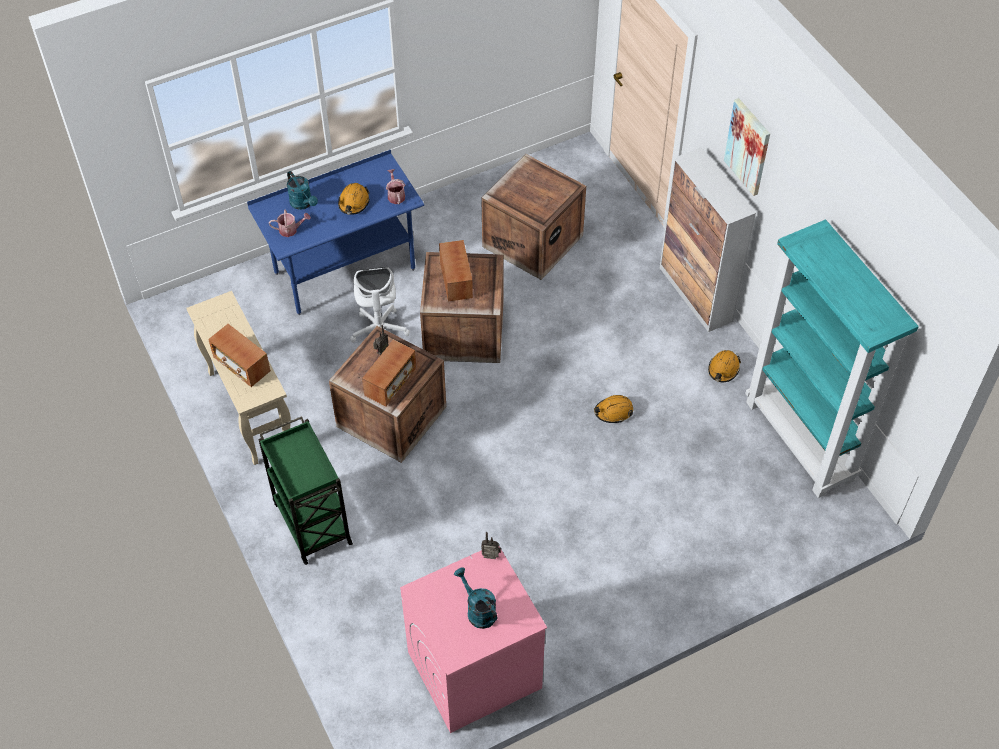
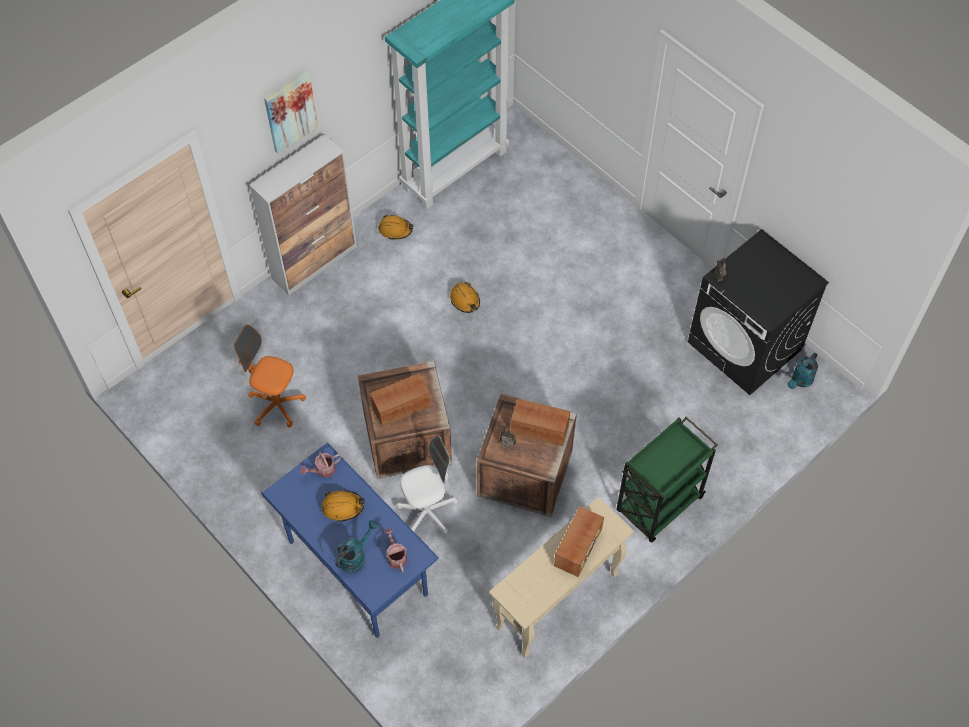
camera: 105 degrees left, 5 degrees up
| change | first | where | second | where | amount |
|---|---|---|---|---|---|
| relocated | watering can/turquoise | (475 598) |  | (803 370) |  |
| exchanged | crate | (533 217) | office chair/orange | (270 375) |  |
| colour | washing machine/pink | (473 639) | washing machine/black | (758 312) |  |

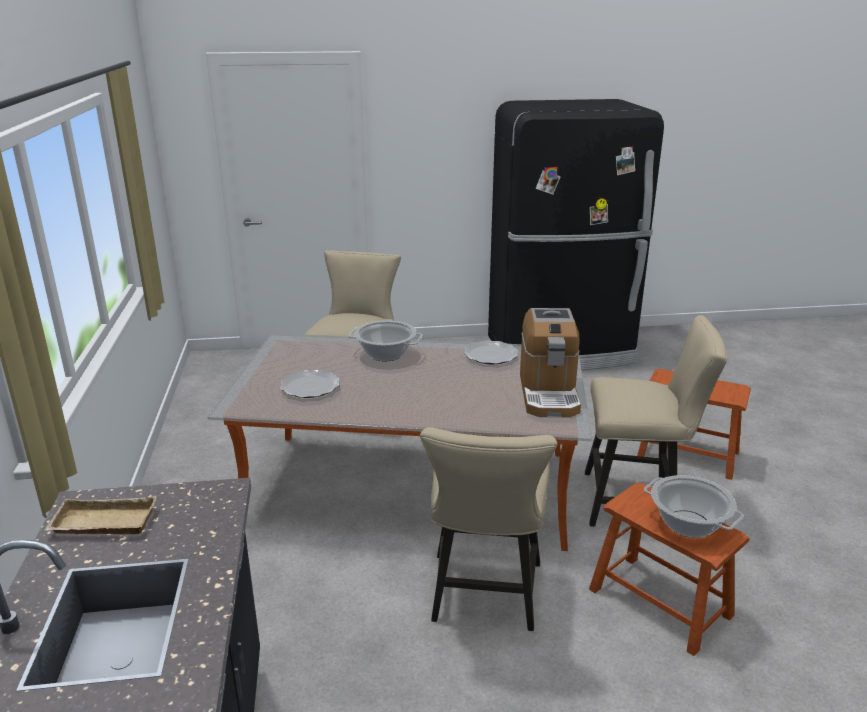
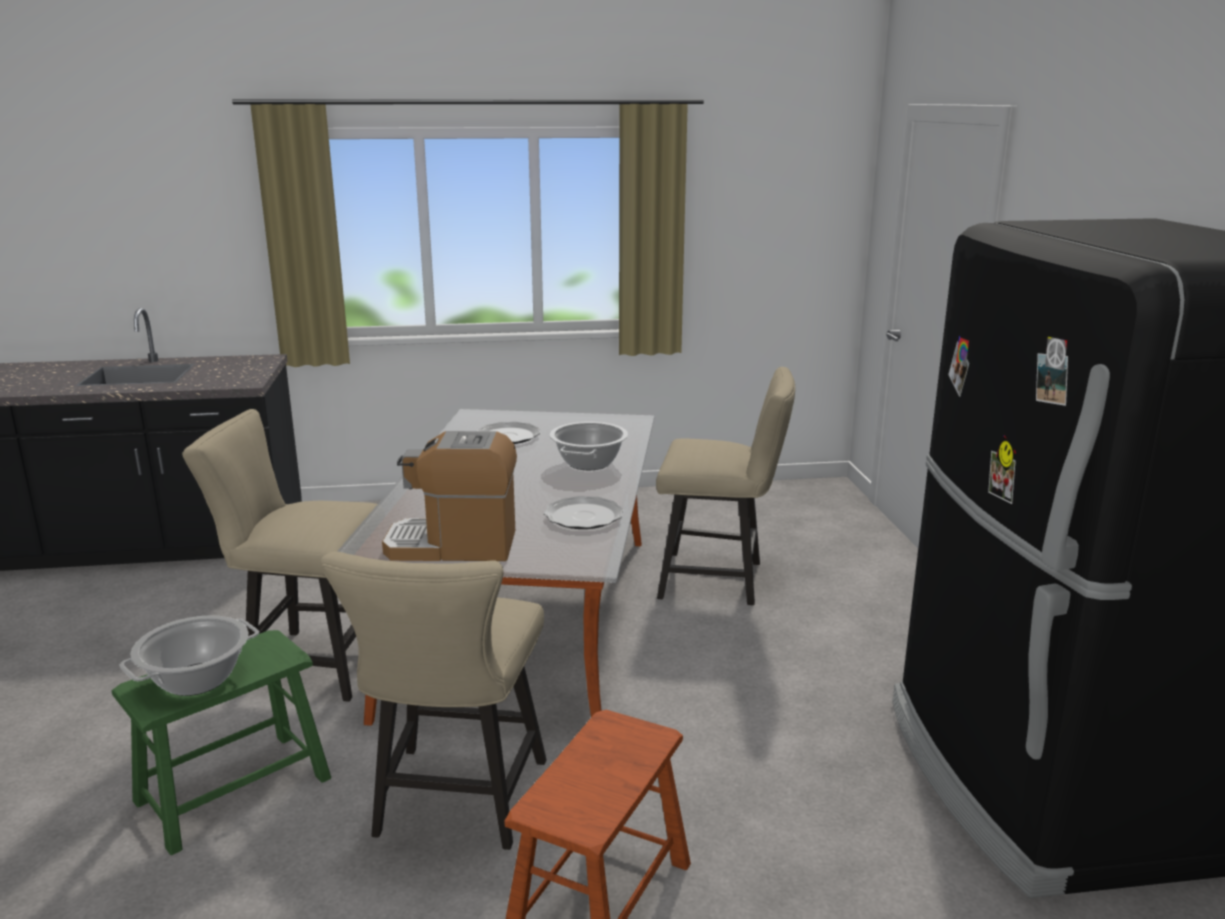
camera: 90 degrees right, 5 degrees down
| change | first | where | second | where | amount |
|---|---|---|---|---|---|
| missing | tray/beige | (101 515) |  |  |  |
| colour | stool/brown | (669 569) | stool/green | (221 742) |  |

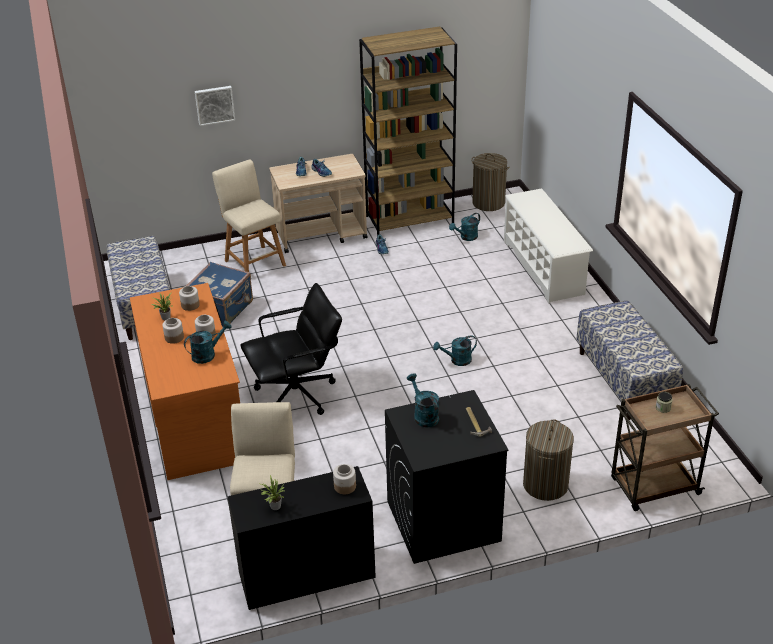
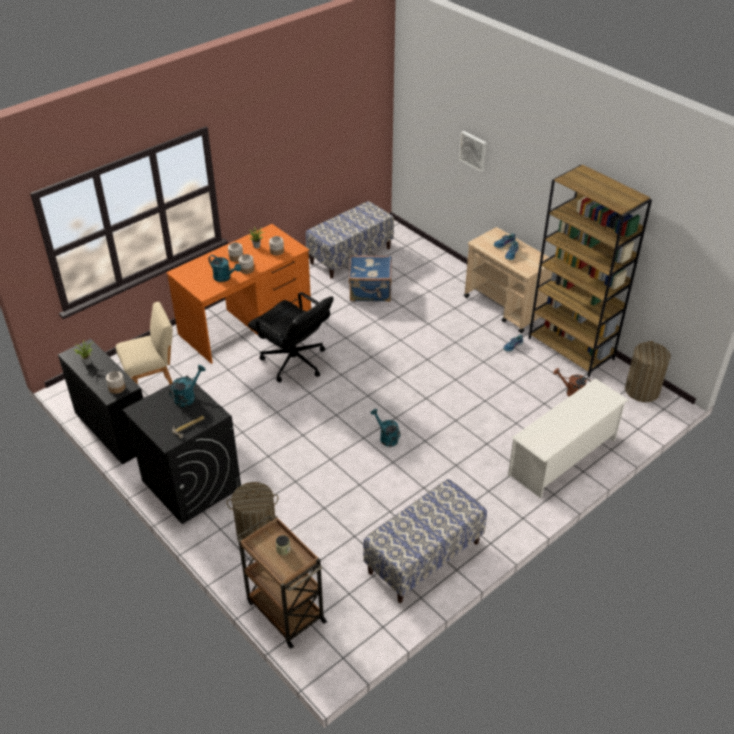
camera: 65 degrees right, 5 degrees up
| change | first | where | second | where | amount |
|---|---|---|---|---|---|
| missing | stool/beige | (249 216) |  |  |  |
| colour | watering can/turquoise | (464 227) | watering can/brown | (572 382) |  |

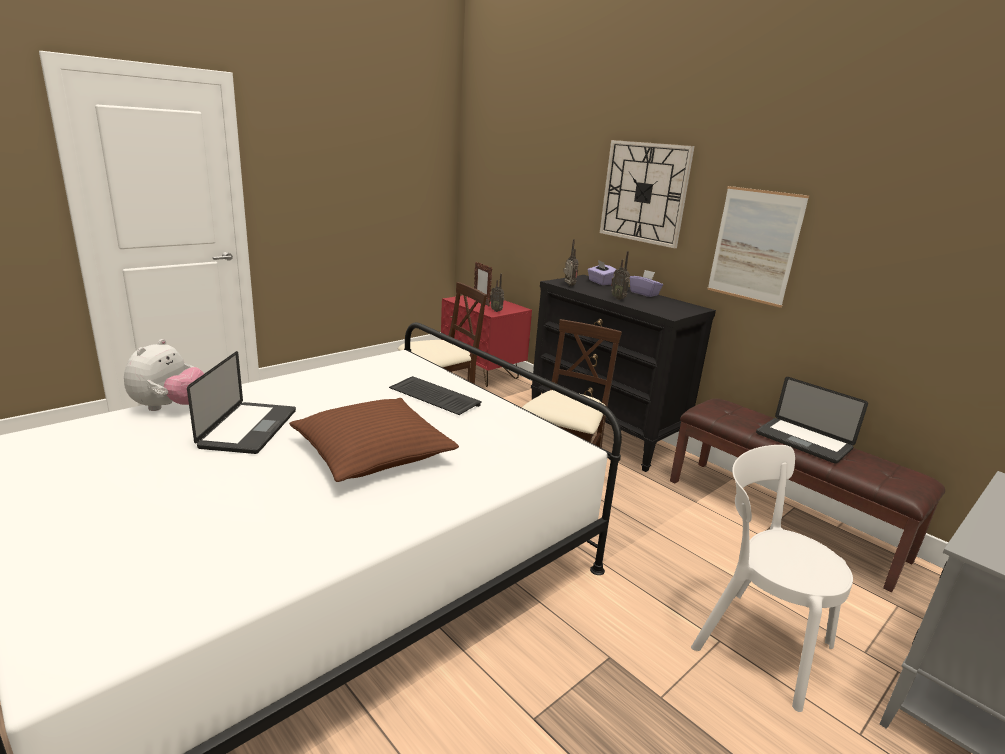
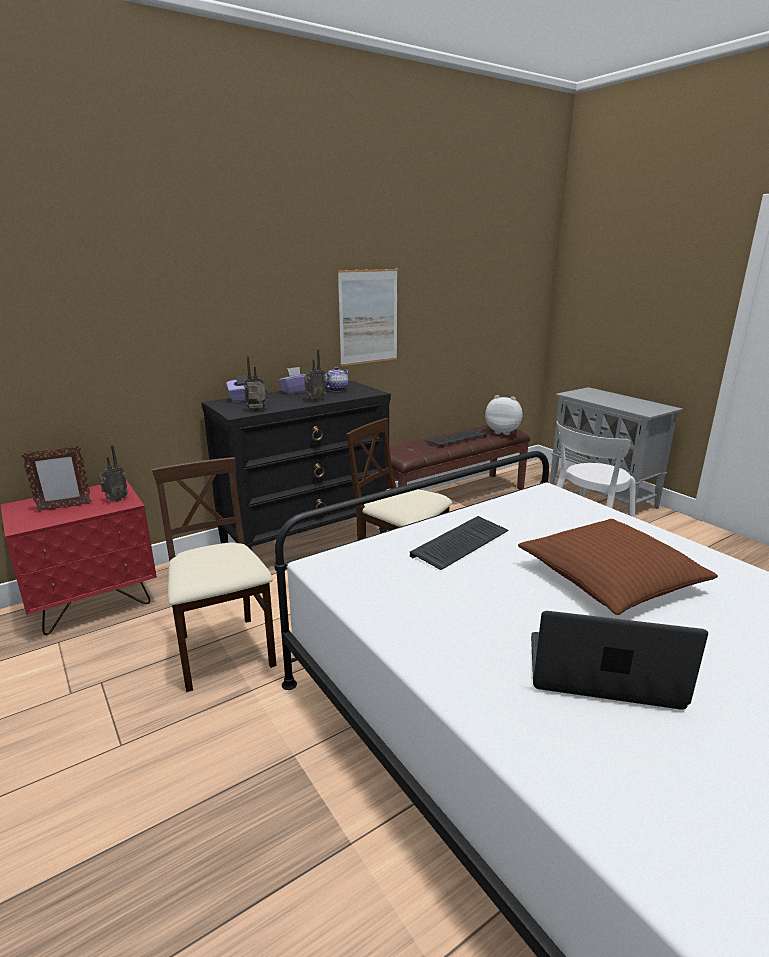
camera: 80 degrees left, 0 degrees up
| change | first | where | second | where | amount |
|---|---|---|---|---|---|
| missing | wall clock | (647 194) |  |  |  |
| appeared |  |  | teapot | (337 379) |  |
| relocated | plush toy | (164 375) |  | (503 415) |  |
| exchanged | laptop | (812 420) | keyboard | (456 439) |  |

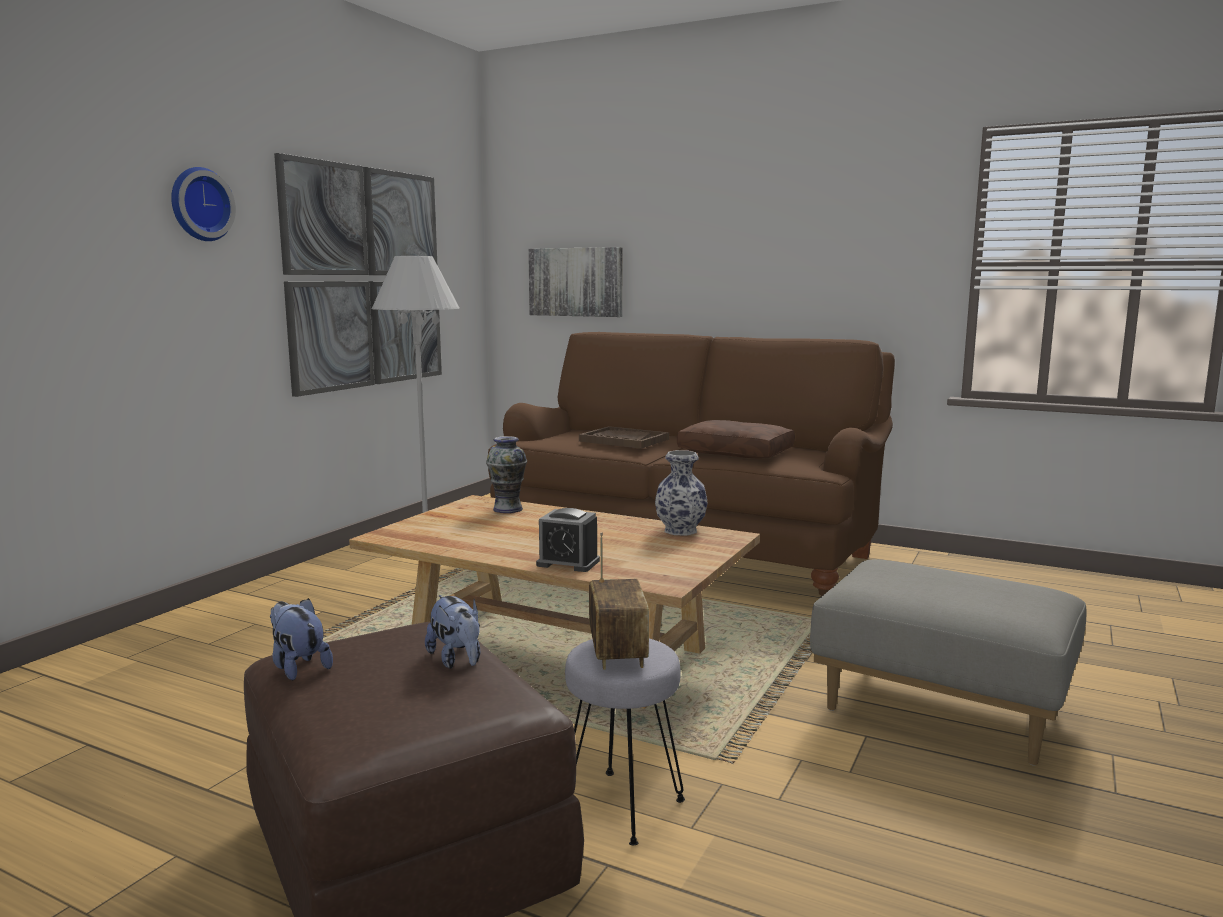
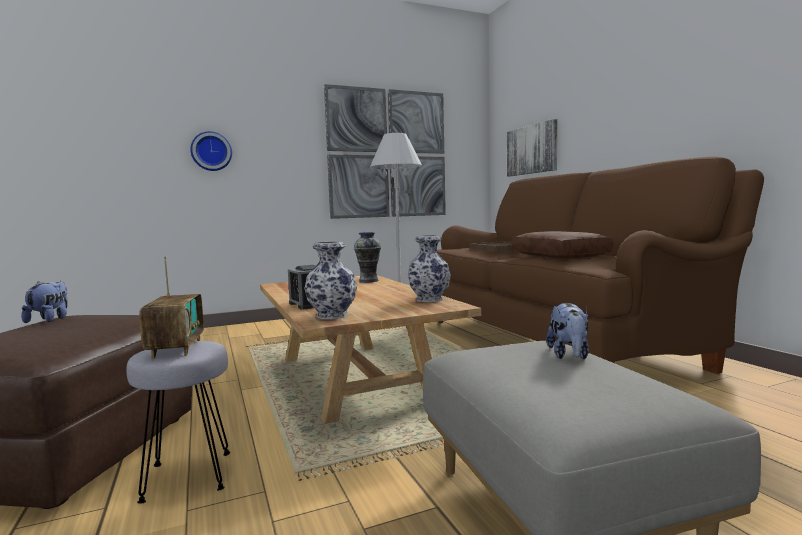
camera: 40 degrees right, 5 degrees down
| change | first | where | second | where | amount |
|---|---|---|---|---|---|
| appeared |  |  | vase | (330 280) |  |
| relocated | wall clock | (203 204) |  | (211 151) |  |
| relocated | plush toy | (452 632) |  | (567 331) |  |
| spun | radio | (619 601) |  | (171 308) | 45 degrees counterclockwise |

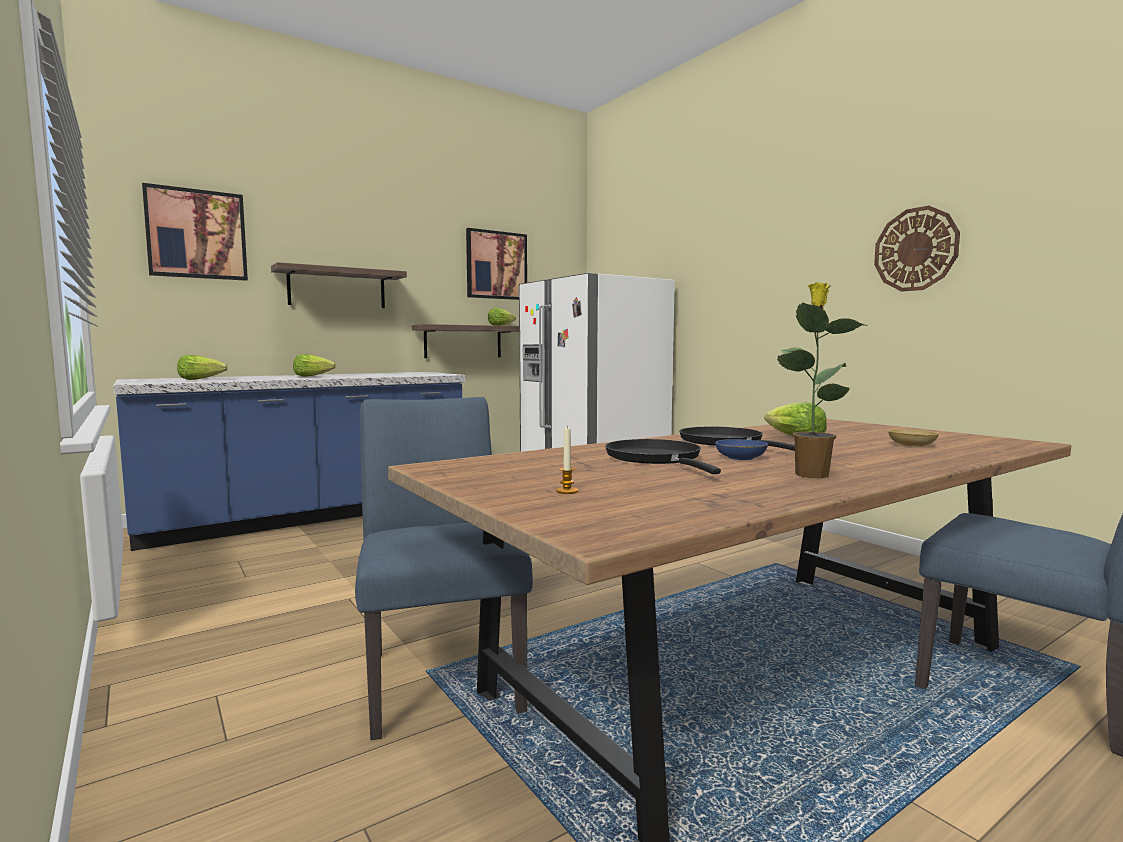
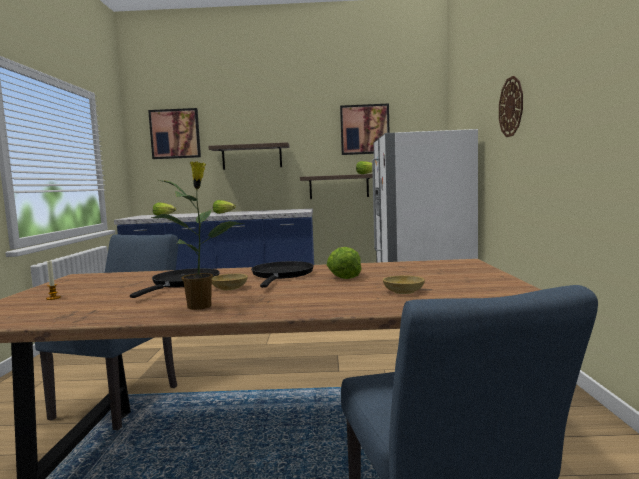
camera: 35 degrees right, 0 degrees up
| change | first | where | second | where | amount |
|---|---|---|---|---|---|
| relocated | wall clock | (917 249) |  | (511 106) |  |
| colour | bowl/blue | (741 449) | bowl/beige | (230 282) |  |

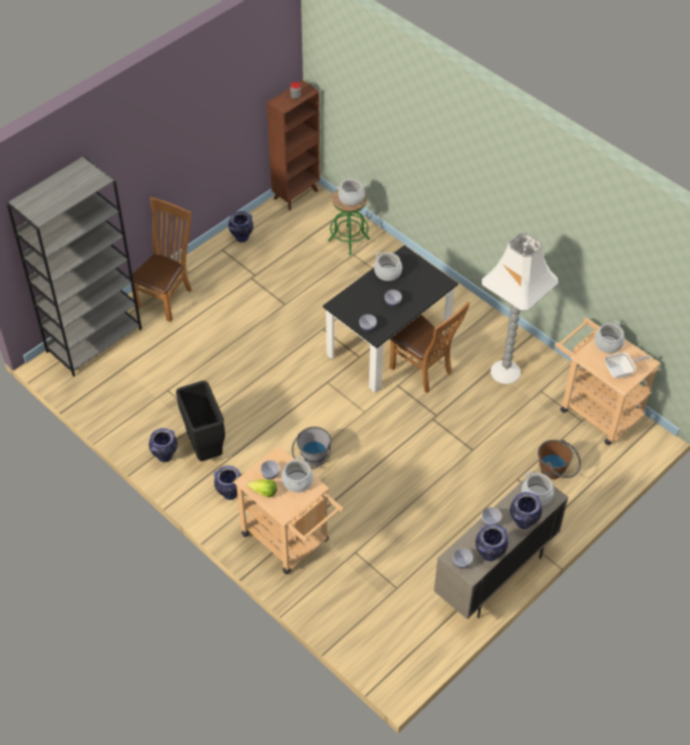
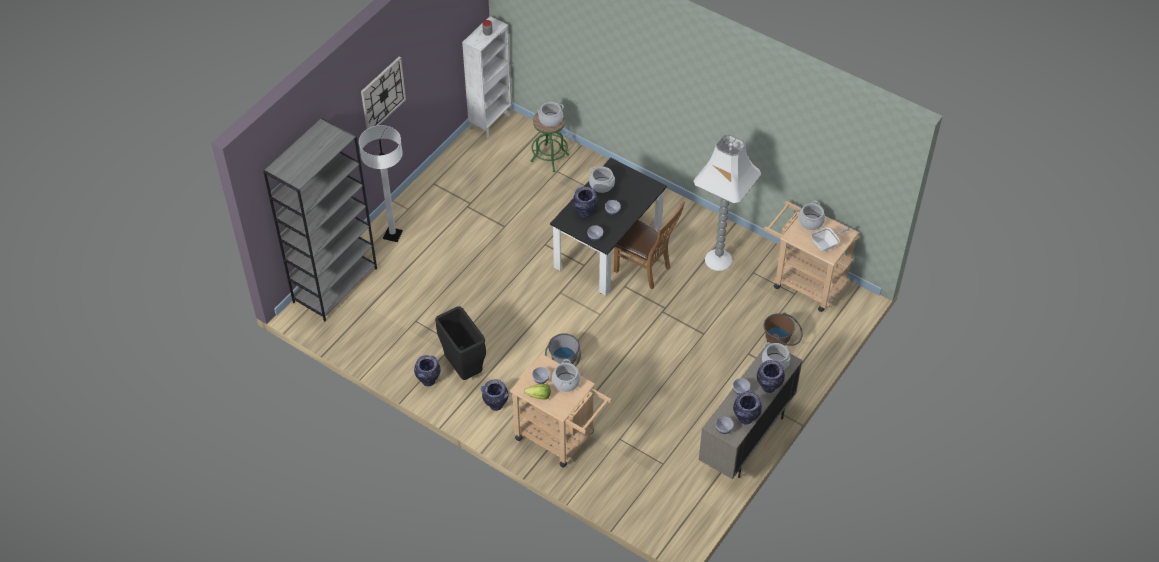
camera: 10 degrees left, 0 degrees up
| change | first | where | second | where | amount |
|---|---|---|---|---|---|
| appeared |  |  | wall clock | (383 93) |  |
| relocated | vase | (241 226) |  | (585 202) |  |
| exchanged | chair/brown | (160 259) | floor lamp/white | (381 183) |  |
| colour | bookcase/brown | (294 145) | bookcase/white | (487 77) |  |

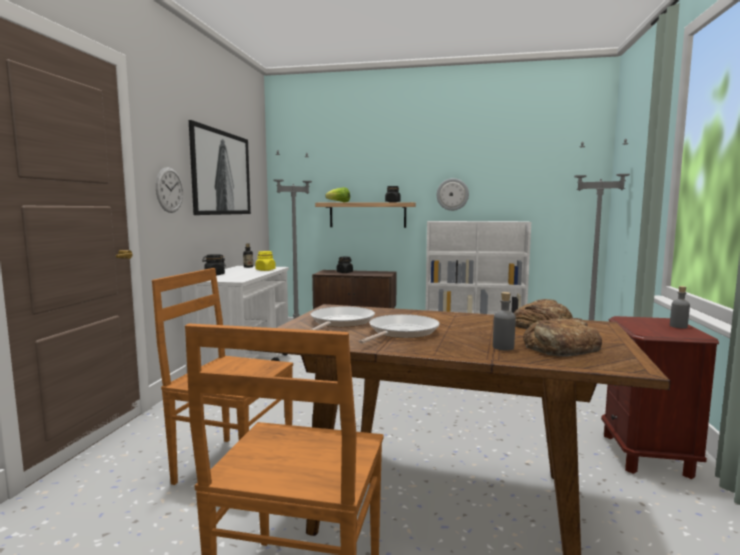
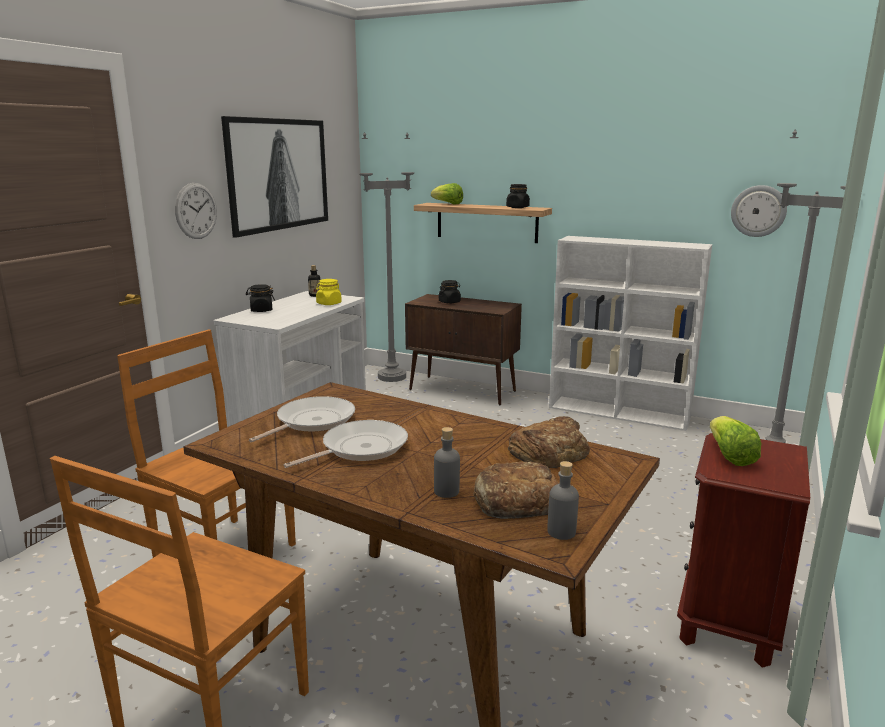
camera: 15 degrees right, 10 degrees up
| change | first | where | second | where | amount |
|---|---|---|---|---|---|
| appeared |  |  | lettuce | (736 441) |  |
| relocated | wall clock | (453 194) |  | (759 211) |  |
| relocated | bottle/grey | (680 307) |  | (563 500) |  |

